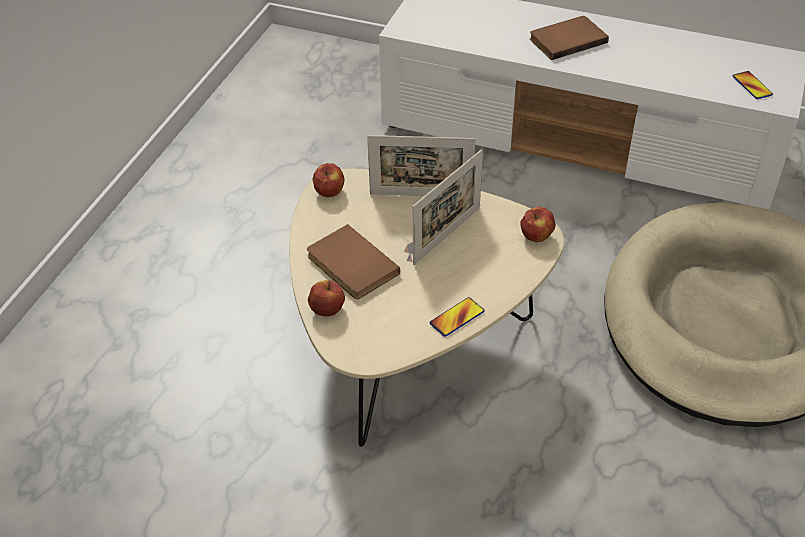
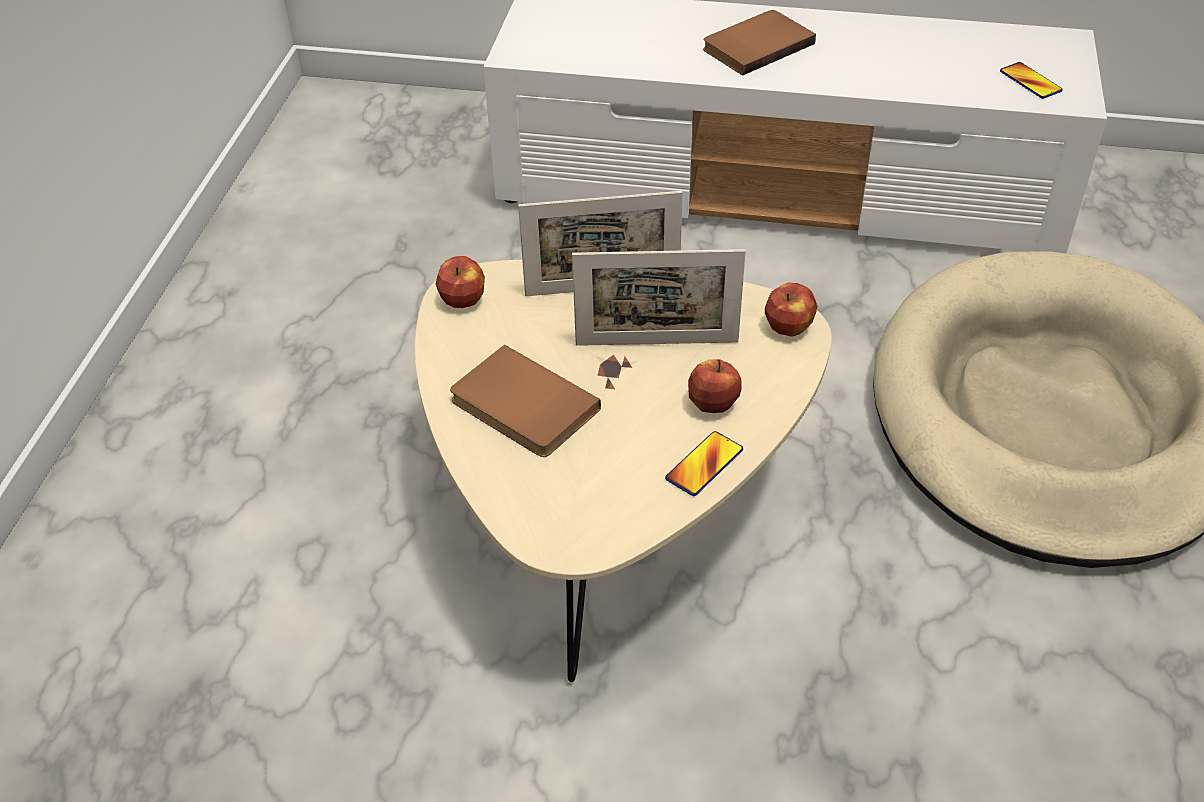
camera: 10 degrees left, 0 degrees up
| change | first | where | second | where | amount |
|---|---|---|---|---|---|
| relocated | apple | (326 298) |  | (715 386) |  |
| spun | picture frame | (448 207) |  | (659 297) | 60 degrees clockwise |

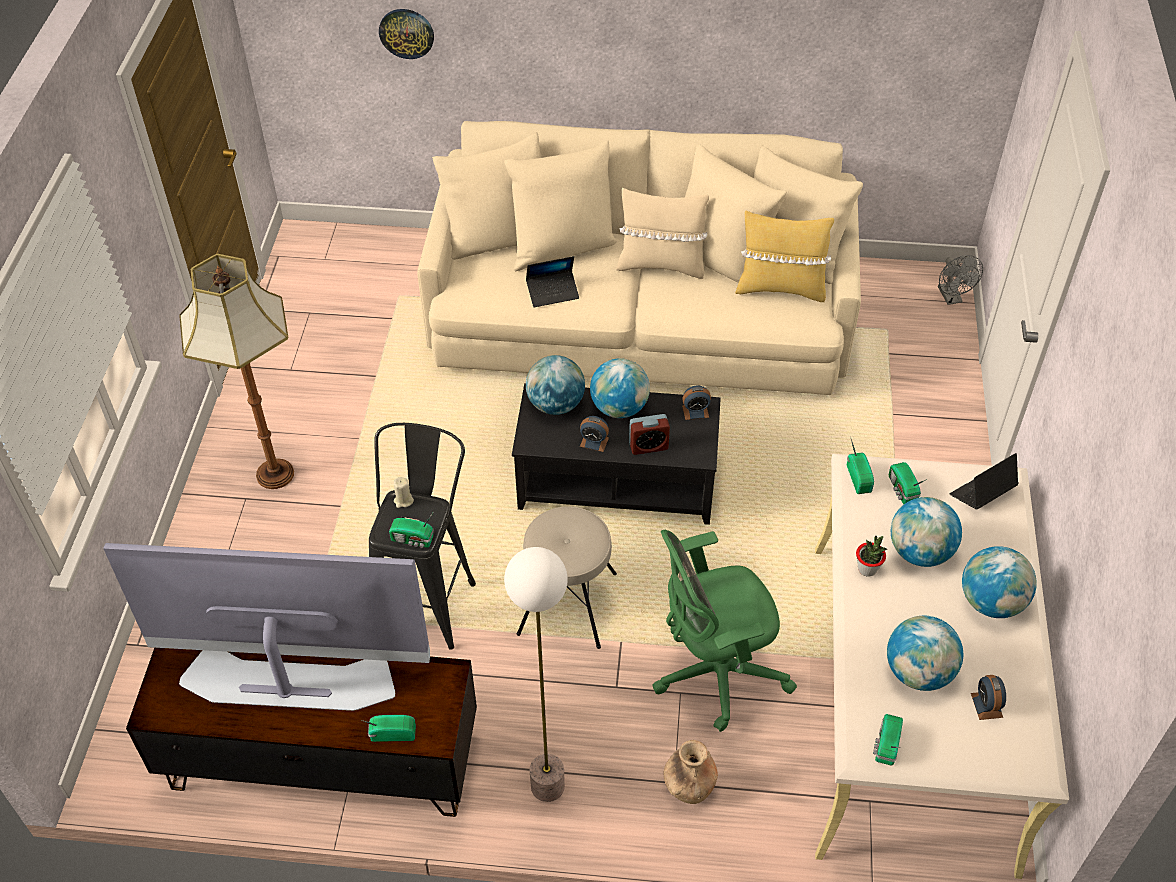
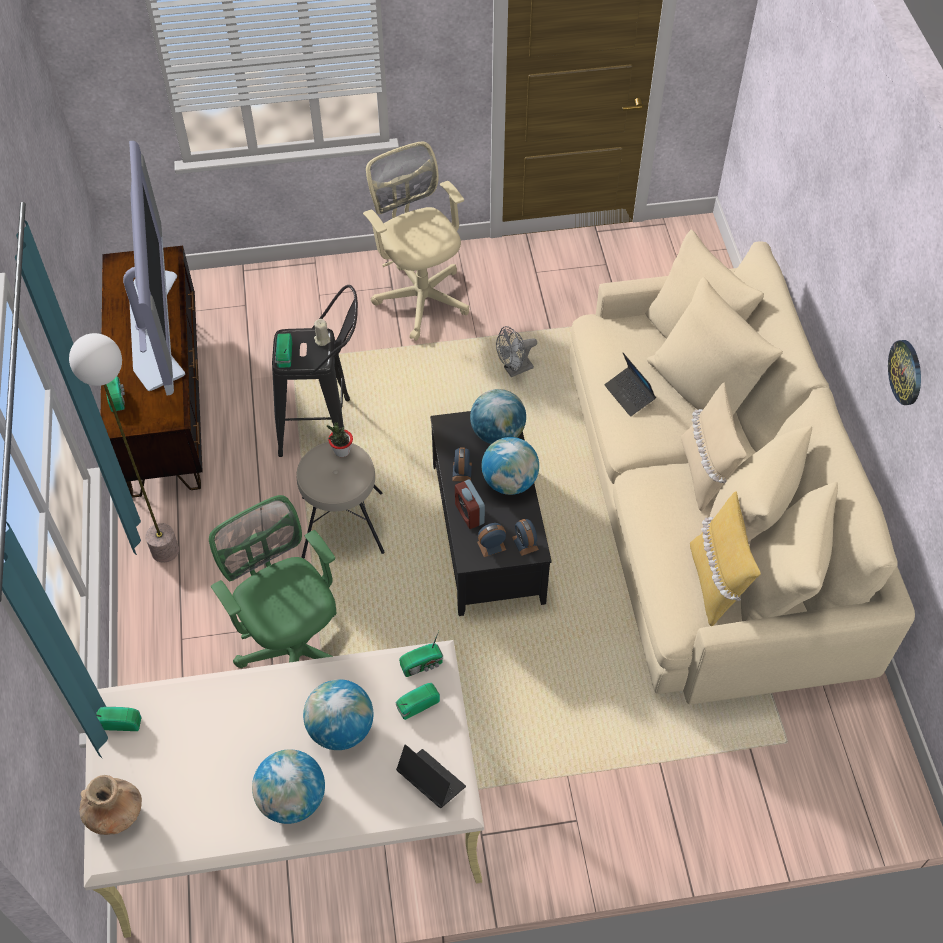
camera: 75 degrees right, 5 degrees up
| change | first | where | second | where | amount |
|---|---|---|---|---|---|
| missing | globe | (925 653) |  |  |  |
| relocated | wall clock | (406 34) |  | (904 372) |  |
| relocated | vase/brown | (691 772) |  | (110 805) |  |
| relocated | potted plant | (871 556) |  | (340 439) |  |
| relocated | fan/grey | (960 280) |  | (516 351) |  |
| relocated | alarm clock | (988 697) |  | (491 540) |  |
| exchanged | floor lamp | (236 371) | office chair/beige | (416 241) |  |

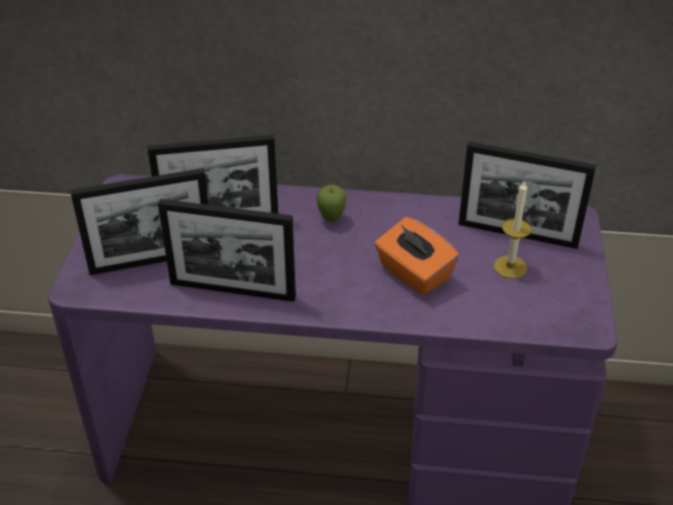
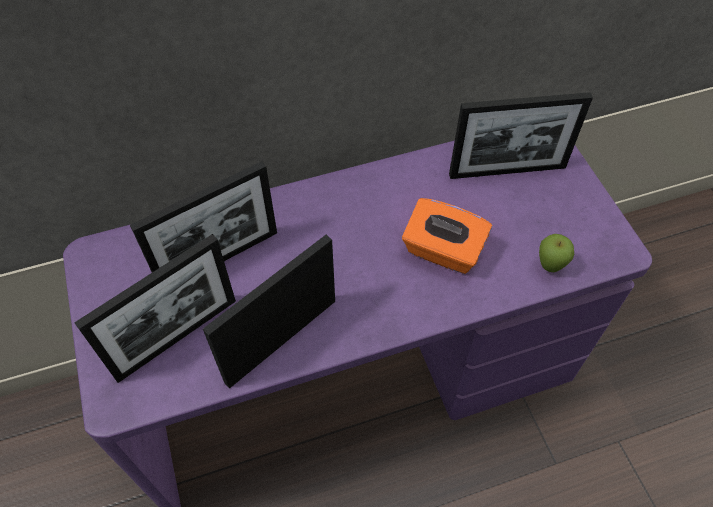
camera: 25 degrees left, 15 degrees up
| change | first | where | second | where | amount |
|---|---|---|---|---|---|
| missing | candle | (513 229) |  |  |  |
| relocated | apple | (331 204) |  | (556 253) |  |
| spun | picture frame | (227 250) |  | (269 312) | 150 degrees clockwise |

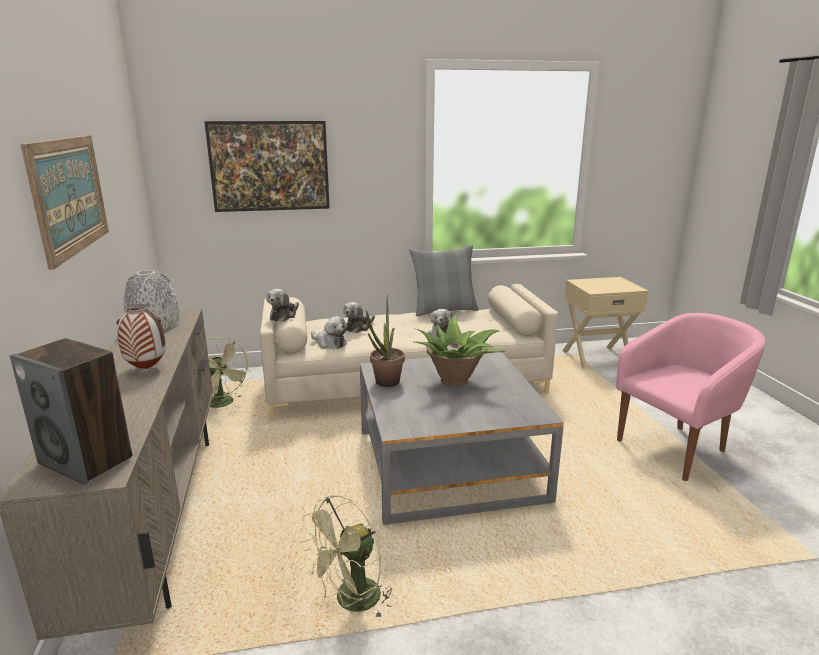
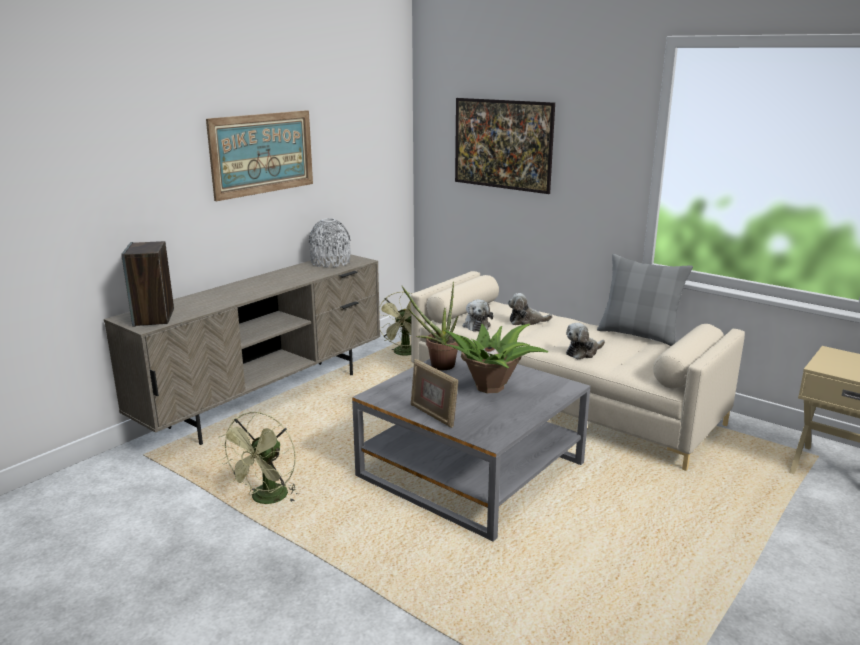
camera: 50 degrees right, 0 degrees up
| change | first | where | second | where | amount |
|---|---|---|---|---|---|
| missing | vase | (141 336) |  |  |  |
| missing | plush toy | (283 305) |  |  |  |
| missing | armchair/pink | (690 397) |  |  |  |
| appeared |  |  | picture frame | (434 393) |  |
| spun | fan/green | (346 557) |  | (258 458) | 75 degrees counterclockwise |

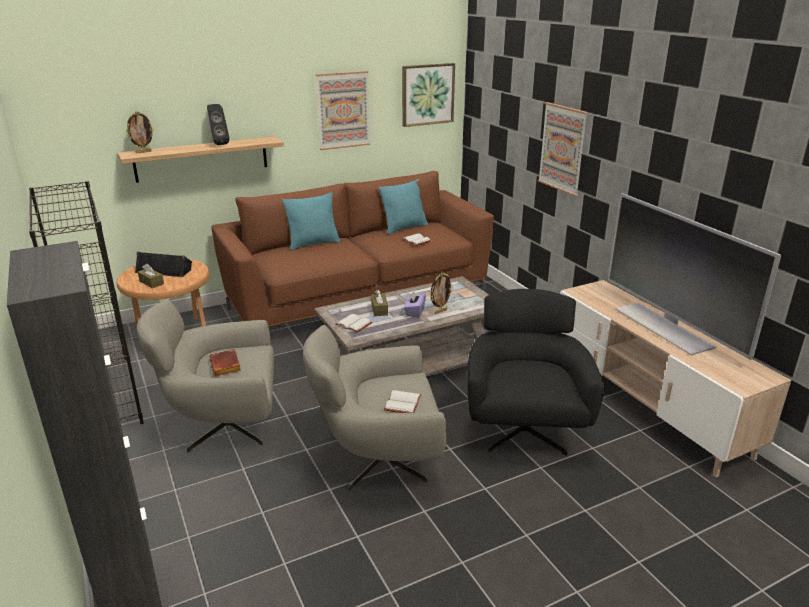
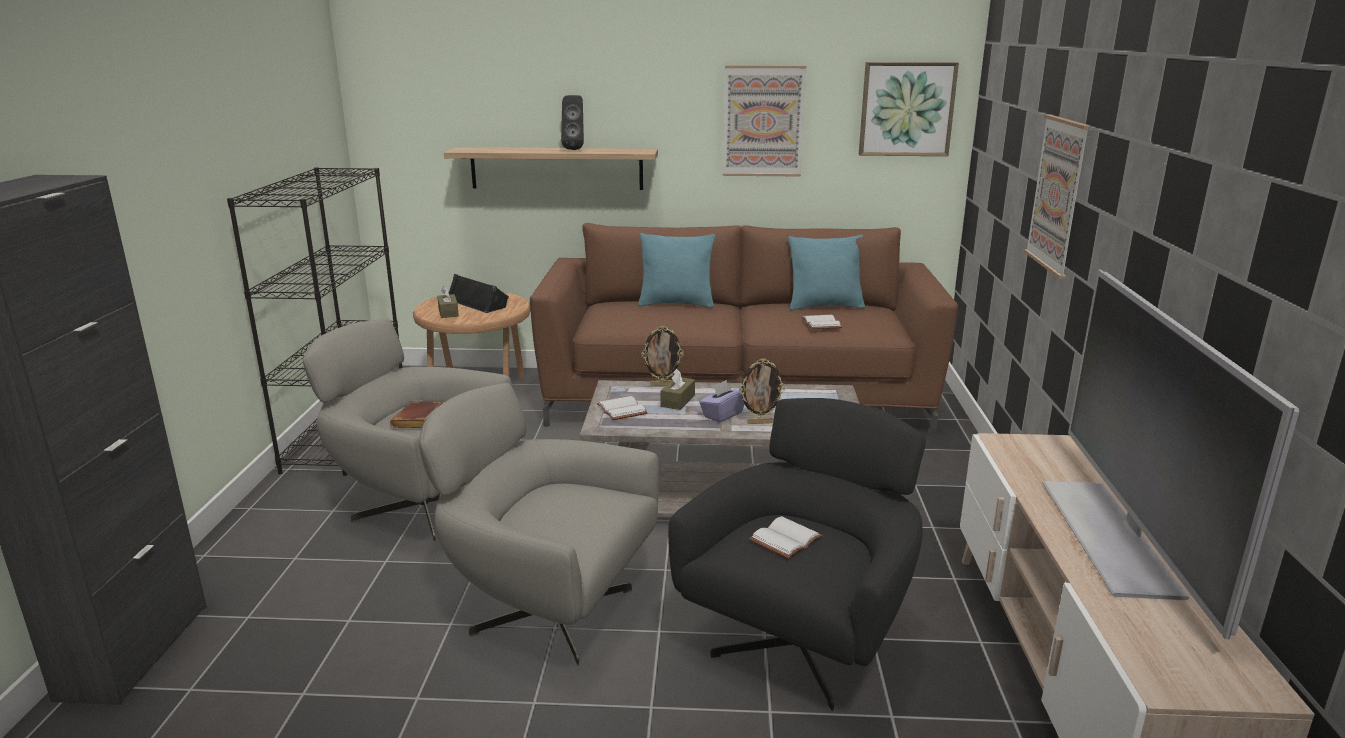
camera: 30 degrees right, 5 degrees down
| change | first | where | second | where | amount |
|---|---|---|---|---|---|
| relocated | picture frame | (140 132) |  | (662 355) |  |
| relocated | book/white | (402 401) |  | (786 537) |  |

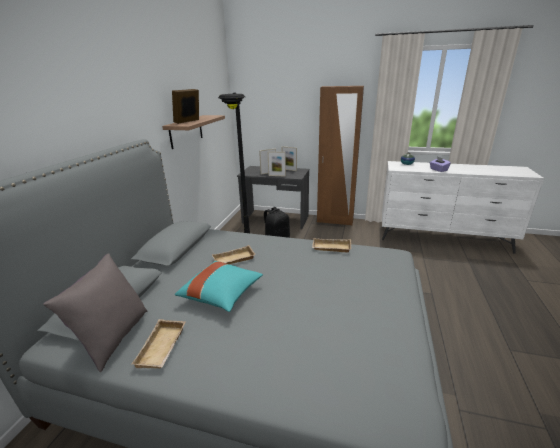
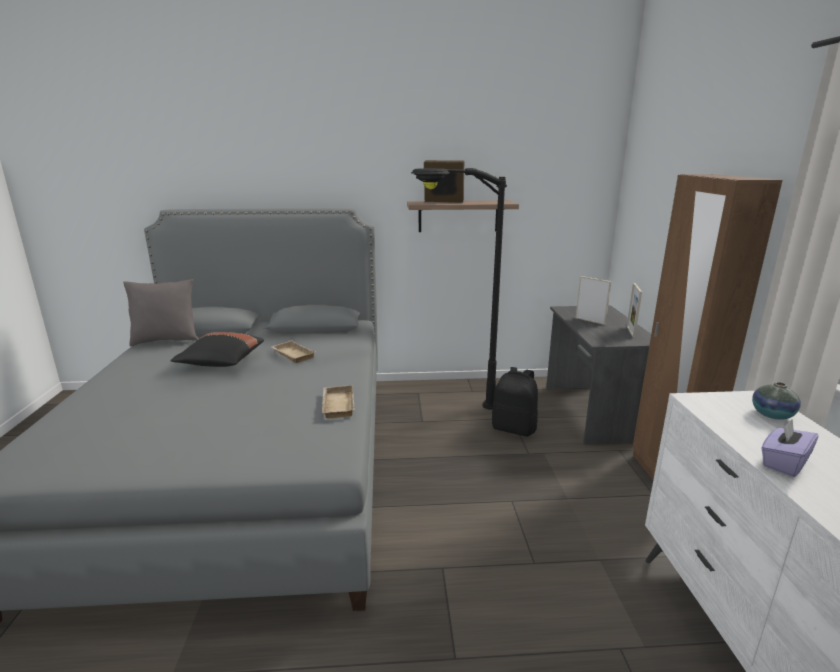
camera: 70 degrees right, 5 degrees down
| change | first | where | second | where | amount |
|---|---|---|---|---|---|
| missing | tray/beige | (158 343) |  |  |  |
| missing | picture frame | (277 164) |  |  |  |
| colour | pillow/turquoise | (219 286) | pillow/black | (217 349) |  |

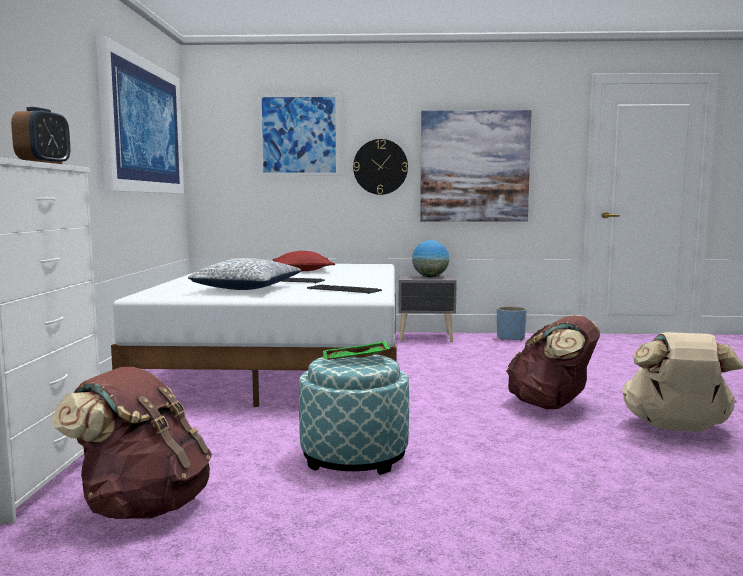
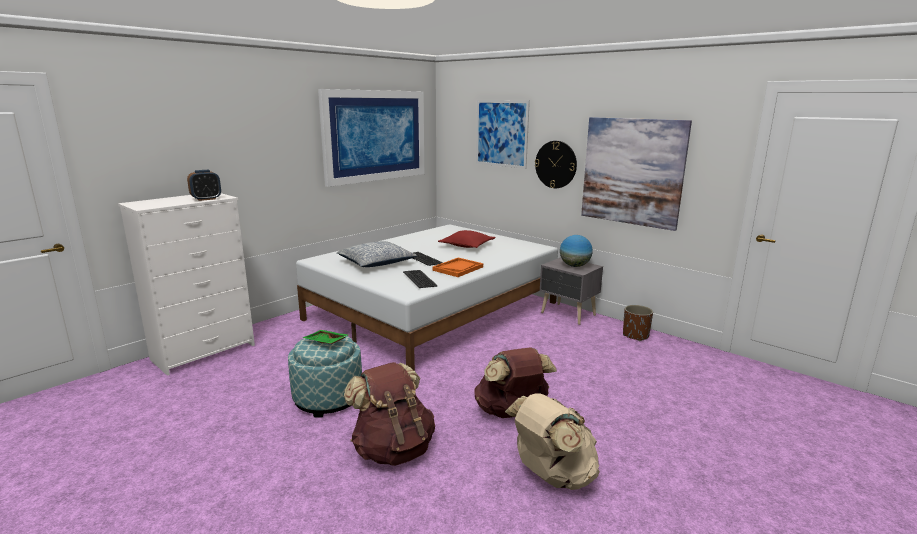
camera: 40 degrees right, 10 degrees up
| change | first | where | second | where | amount |
|---|---|---|---|---|---|
| appeared |  |  | tray/orange | (457 267) |  |
| relocated | backpack/brown | (132 443) |  | (389 414) |  |
| colour | planter/blue | (512 323) | planter/brown | (638 323) |  |

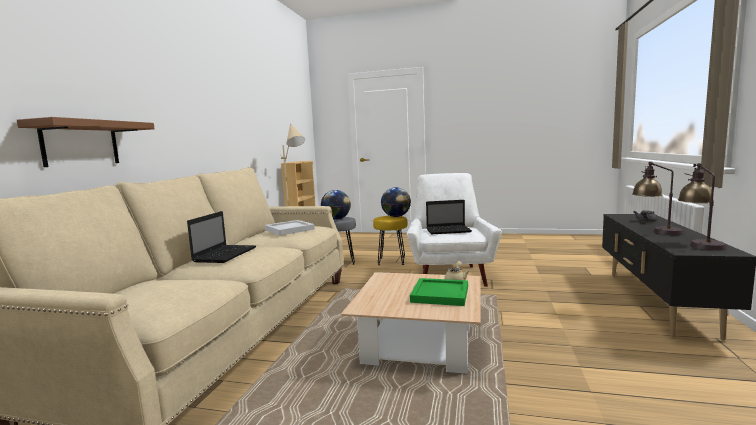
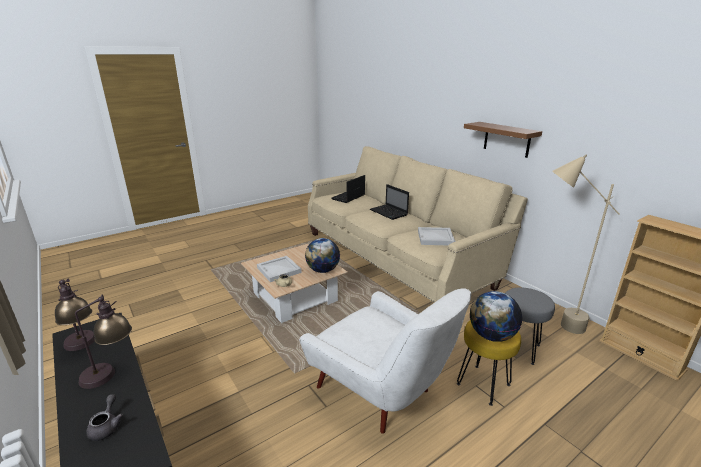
camera: 130 degrees right, 15 degrees up
| change | first | where | second | where | amount |
|---|---|---|---|---|---|
| relocated | shelf/brown | (86 142) |  | (503 140) |  |
| relocated | globe | (336 205) |  | (322 255) |  |
| relocated | laptop | (449 217) |  | (348 189) |  |
| colour | tray/green | (439 292) | tray/white | (279 269) |  |

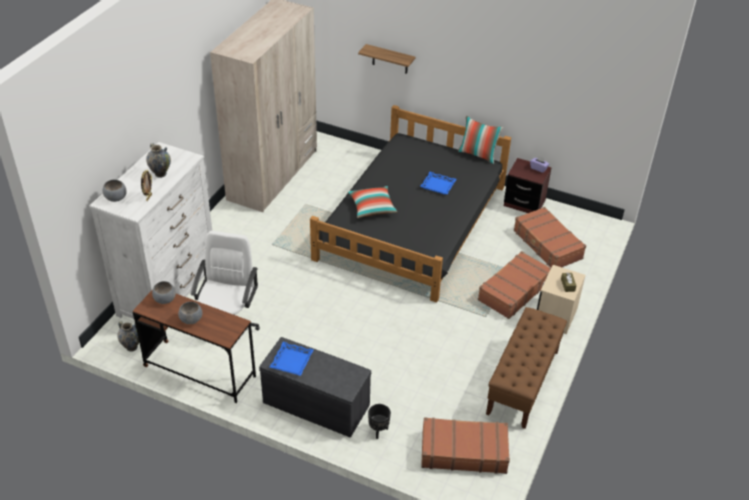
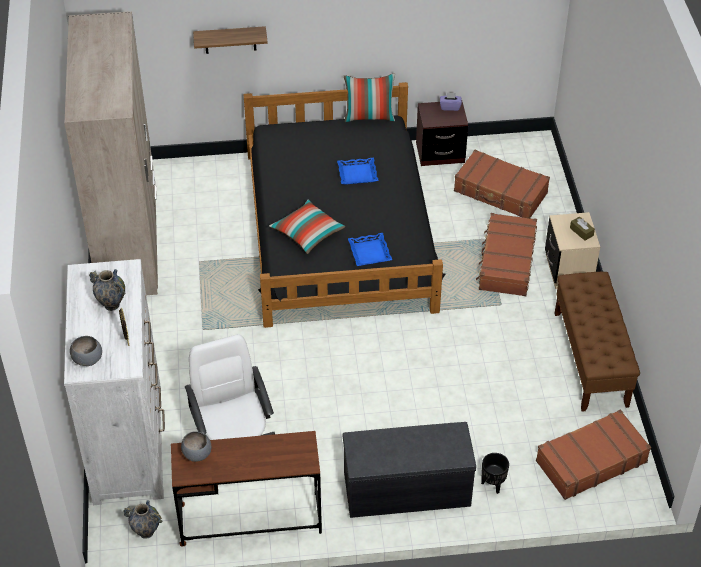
camera: 30 degrees left, 5 degrees up
| change | first | where | second | where | amount |
|---|---|---|---|---|---|
| missing | bowl/grey | (190 313) |  |  |  |
| relocated | tray/blue | (292 359) |  | (370 249) |  |

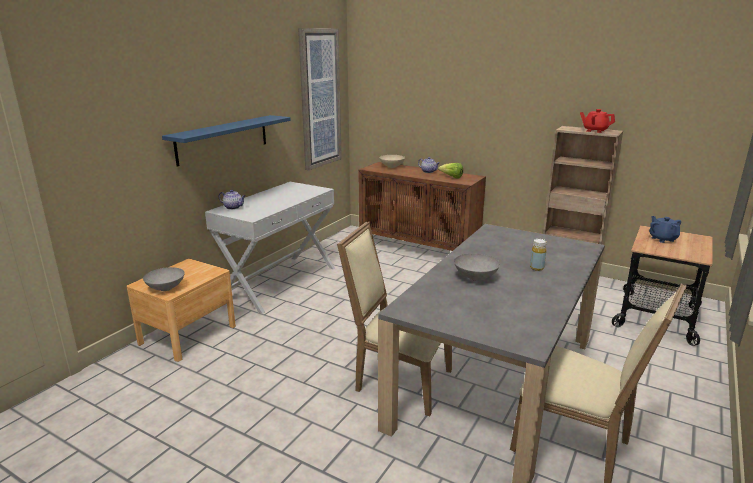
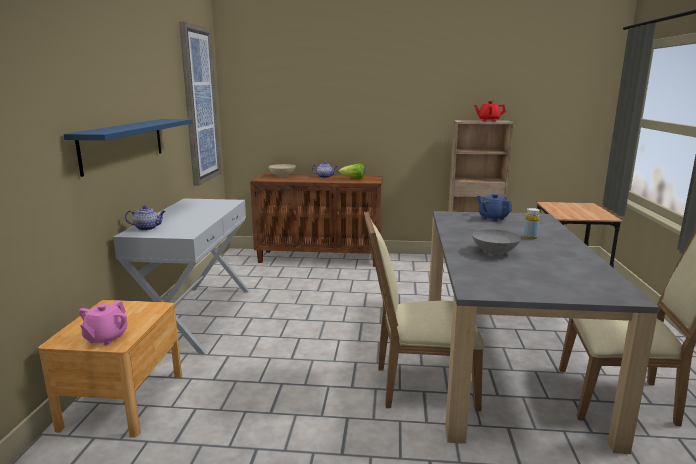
camera: 25 degrees left, 5 degrees down
| change | first | where | second | where | amount |
|---|---|---|---|---|---|
| relocated | teapot/blue | (665 229) |  | (494 208) |  |
| exchanged | bowl/grey | (164 279) | teapot/pink | (103 322) |  |

